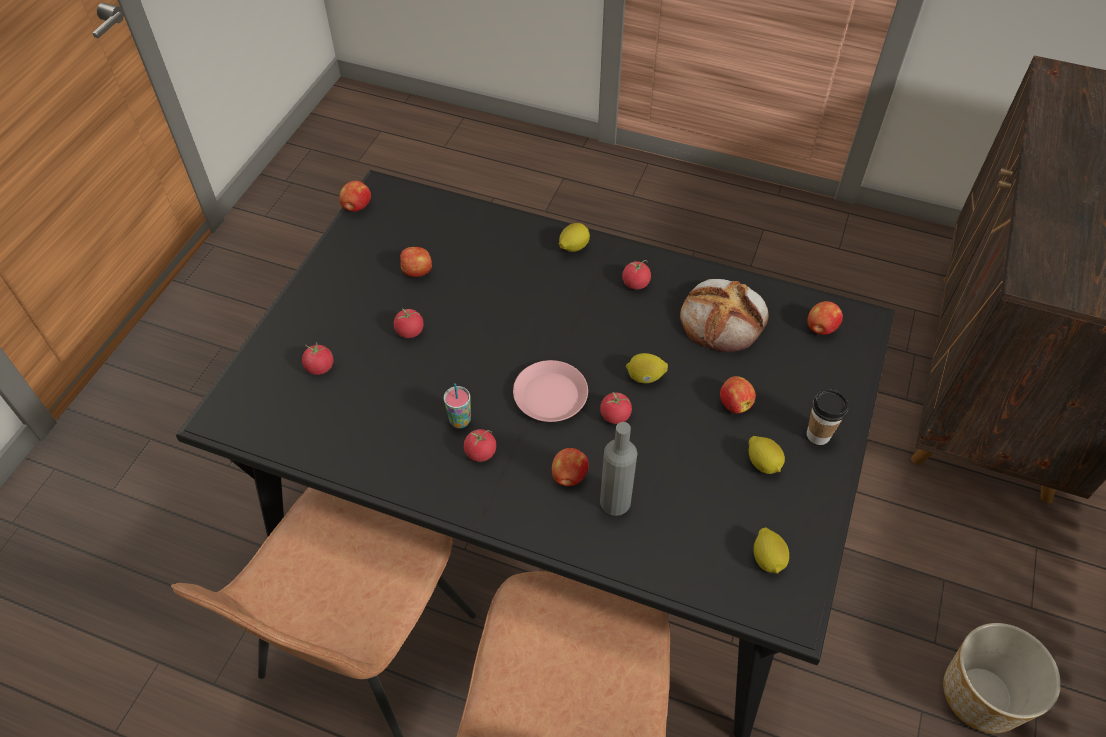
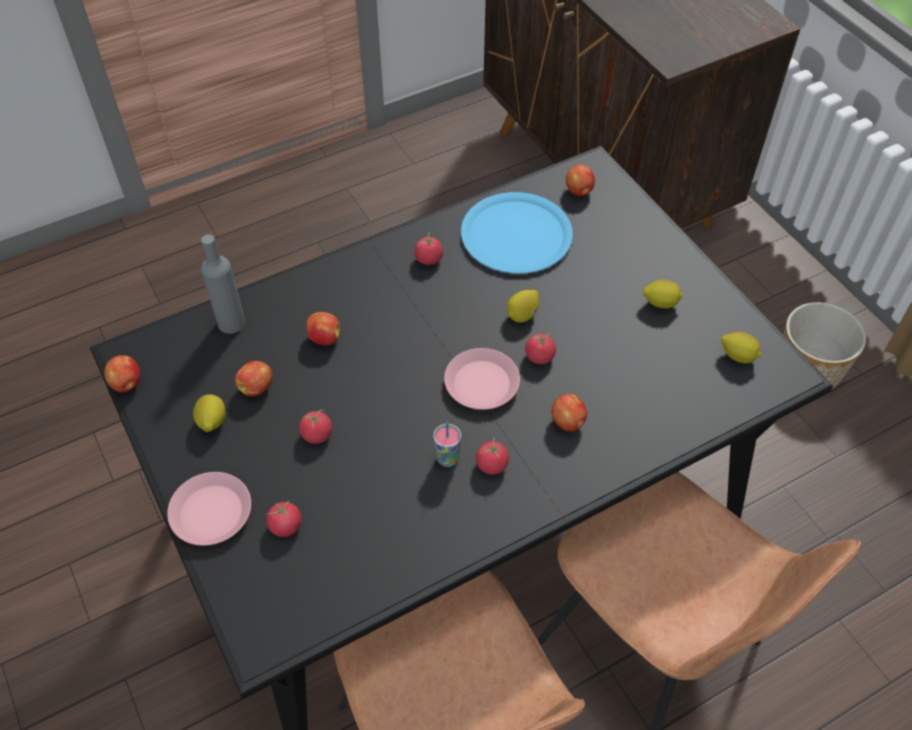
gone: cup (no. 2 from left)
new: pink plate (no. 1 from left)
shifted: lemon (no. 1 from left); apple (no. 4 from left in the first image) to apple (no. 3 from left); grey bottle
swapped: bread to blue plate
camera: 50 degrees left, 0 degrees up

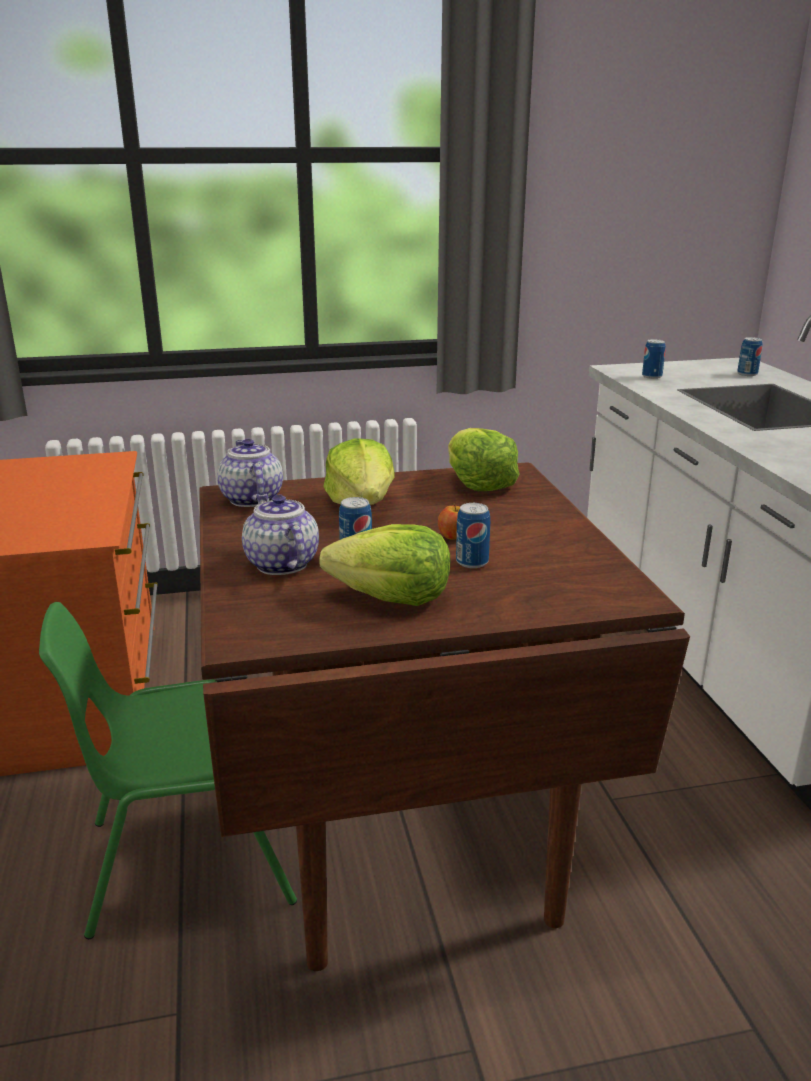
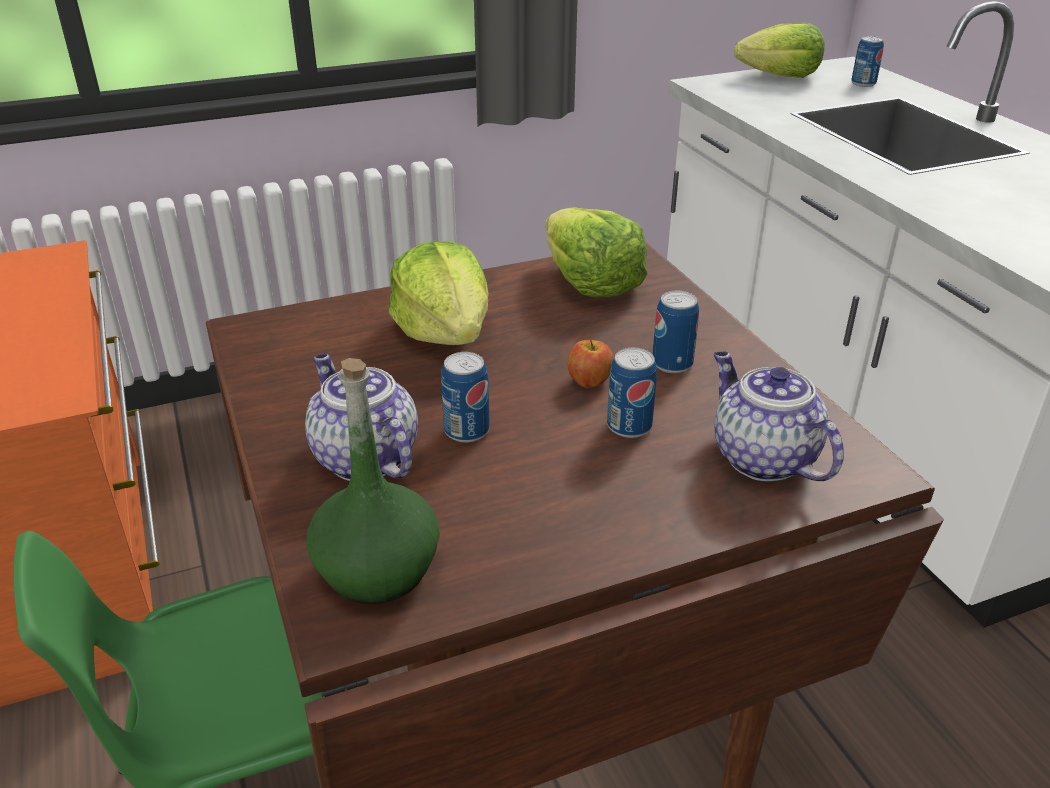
new: green bottle
shifted: can (no. 3 from left); teapot (no. 1 from left in the first image) to teapot (no. 2 from left); lettuce (no. 2 from left in the first image) to lettuce (no. 3 from left)
camera: 10 degrees left, 10 degrees up

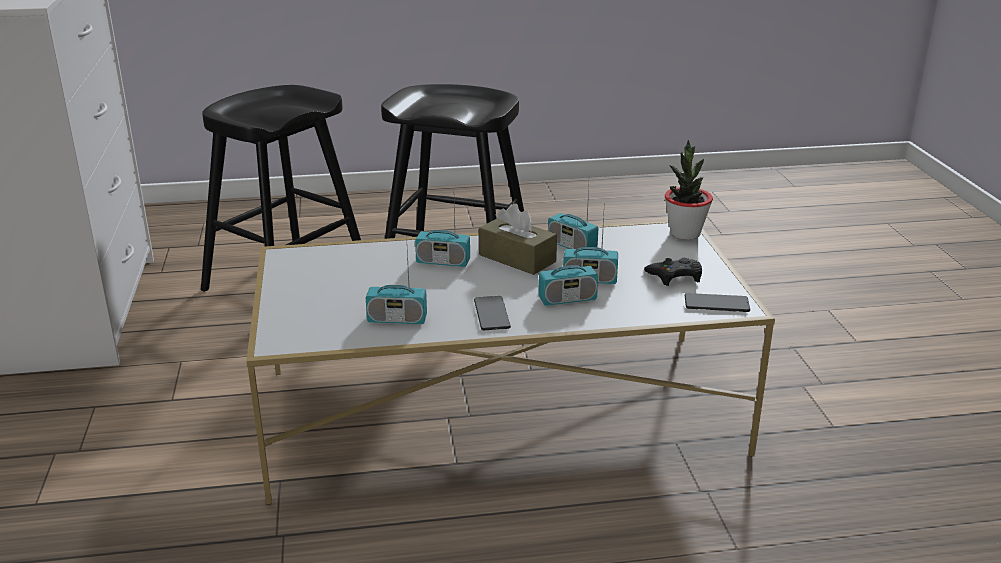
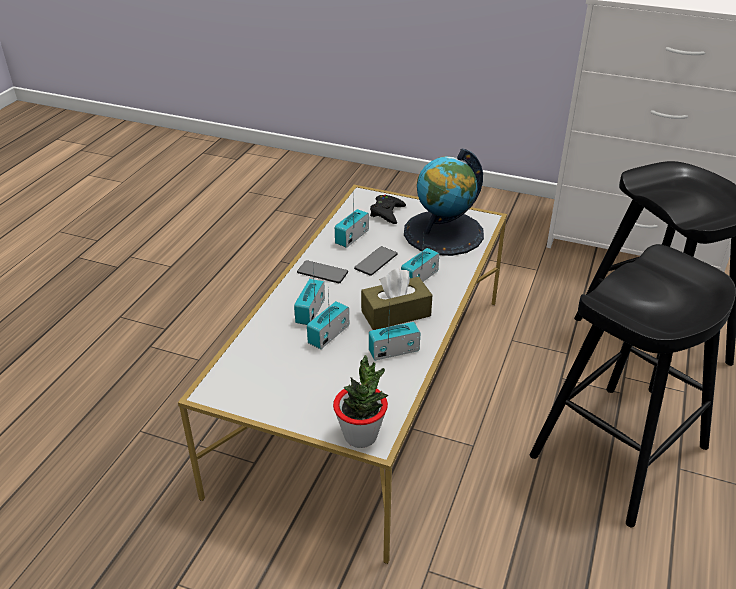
new: globe
shifted: black game controller; phone (no. 2 from left)
camera: 120 degrees right, 10 degrees up

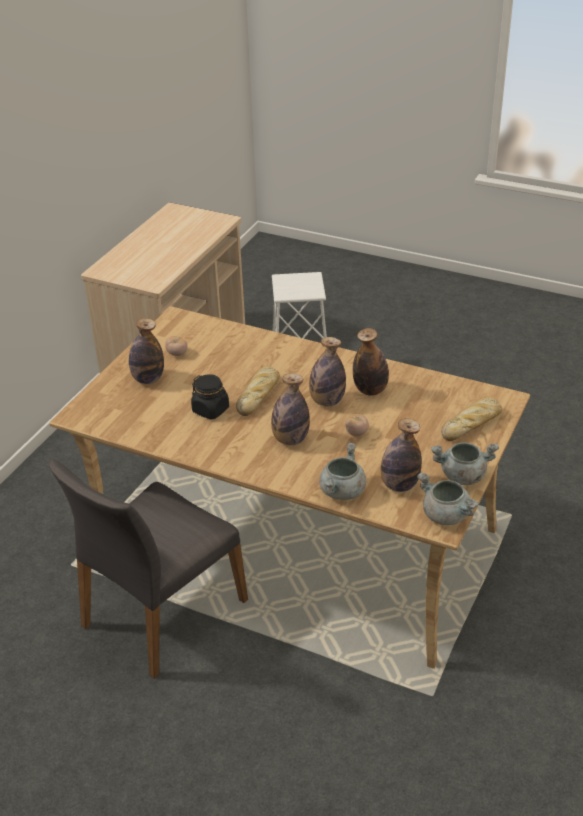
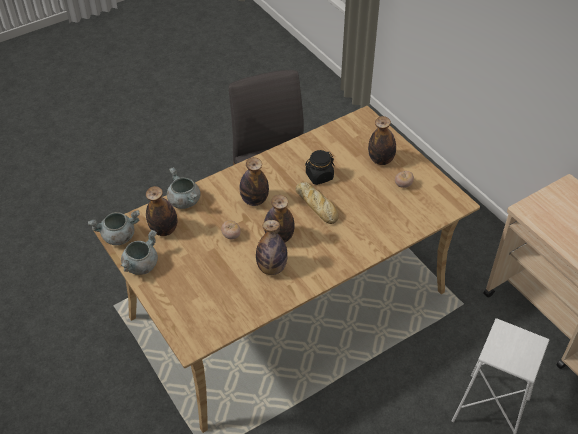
gone: bread (no. 2 from left)
camera: 120 degrees right, 10 degrees up

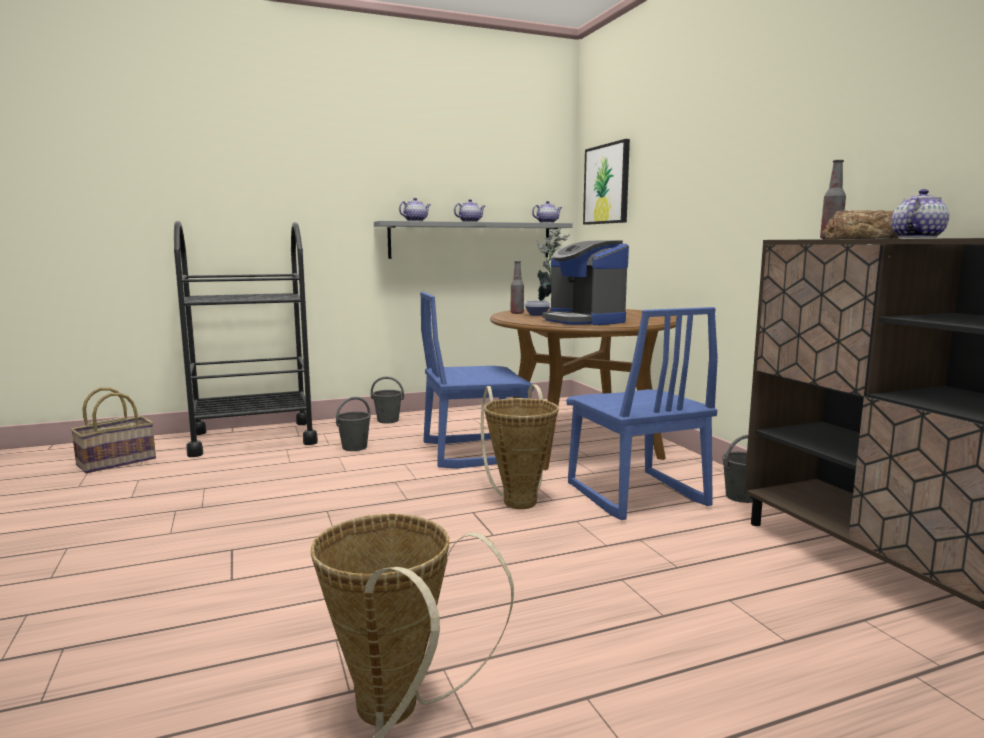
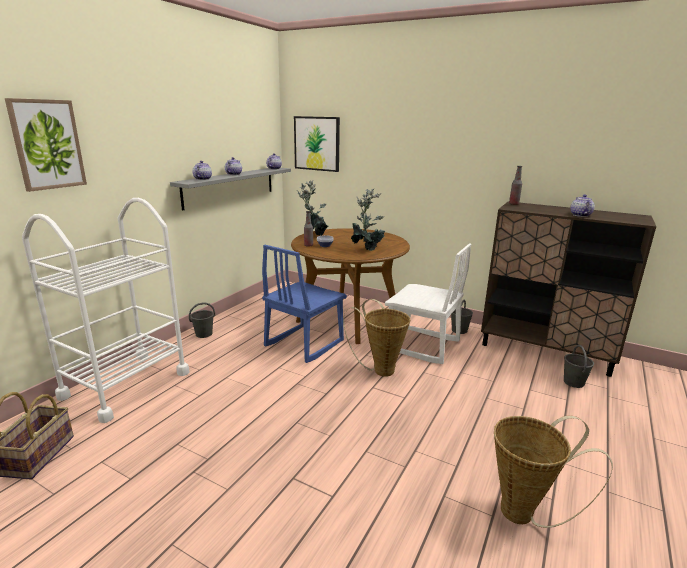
gone: bread
new: picture (no. 1 from left)
shifted: grey bucket (no. 1 from left in the first image) to grey bucket (no. 3 from left)
swapped: coffee machine to potted plant (no. 2 from left)
repainted: black cart to white cart; blue chair (no. 2 from left) to white chair
camera: 40 degrees left, 10 degrees up

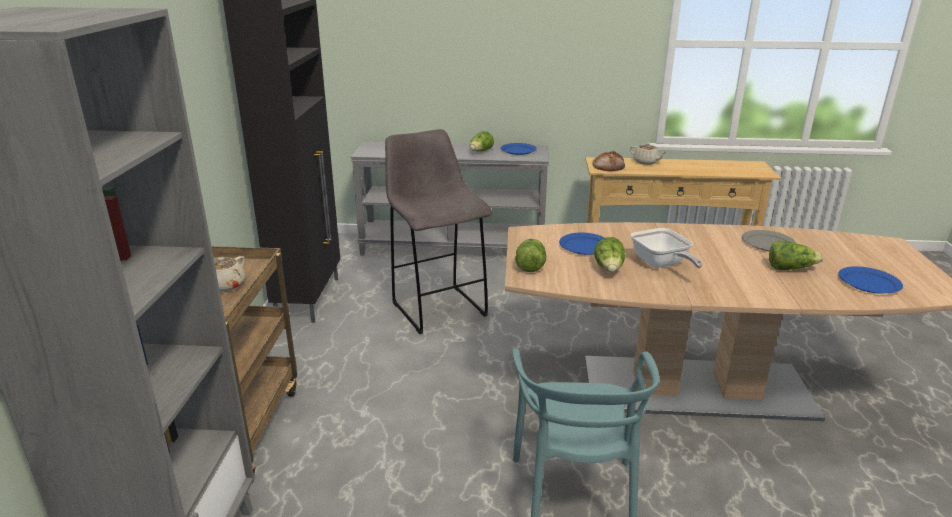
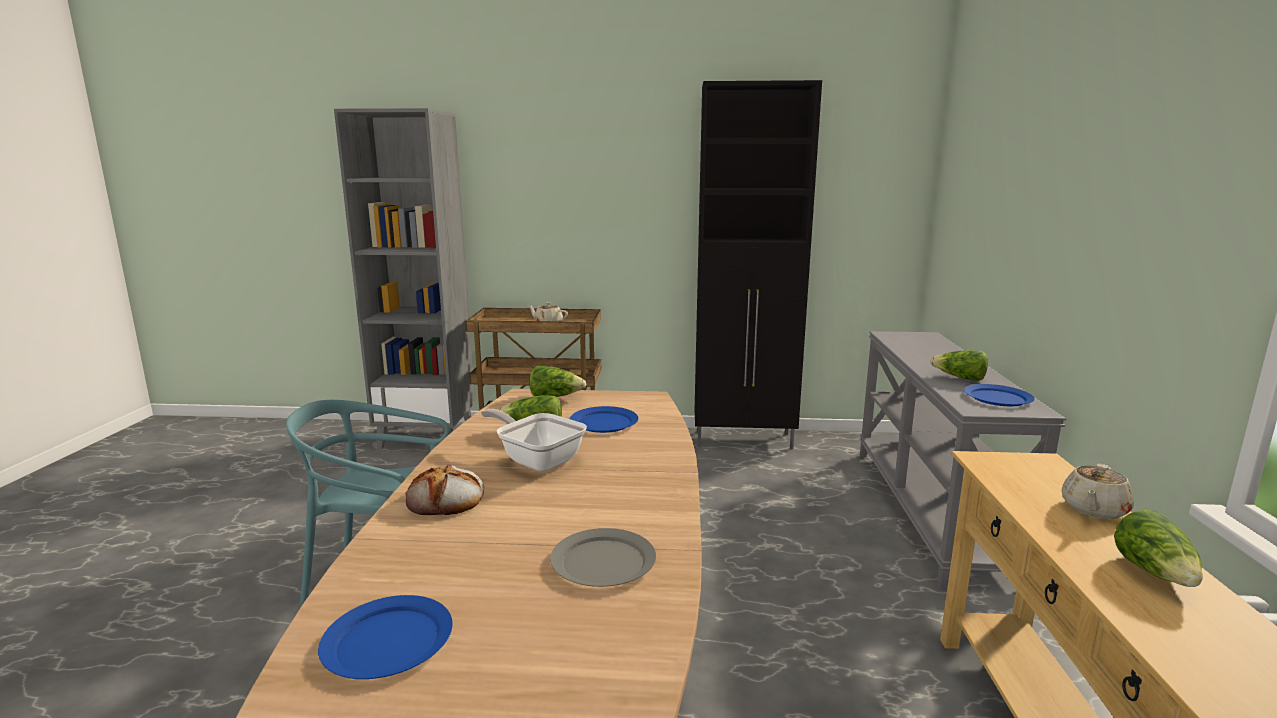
gone: grey stool
shifted: bread; lettuce (no. 4 from left)
rotated: frying pan 60 degrees clockwise
camera: 90 degrees right, 10 degrees down

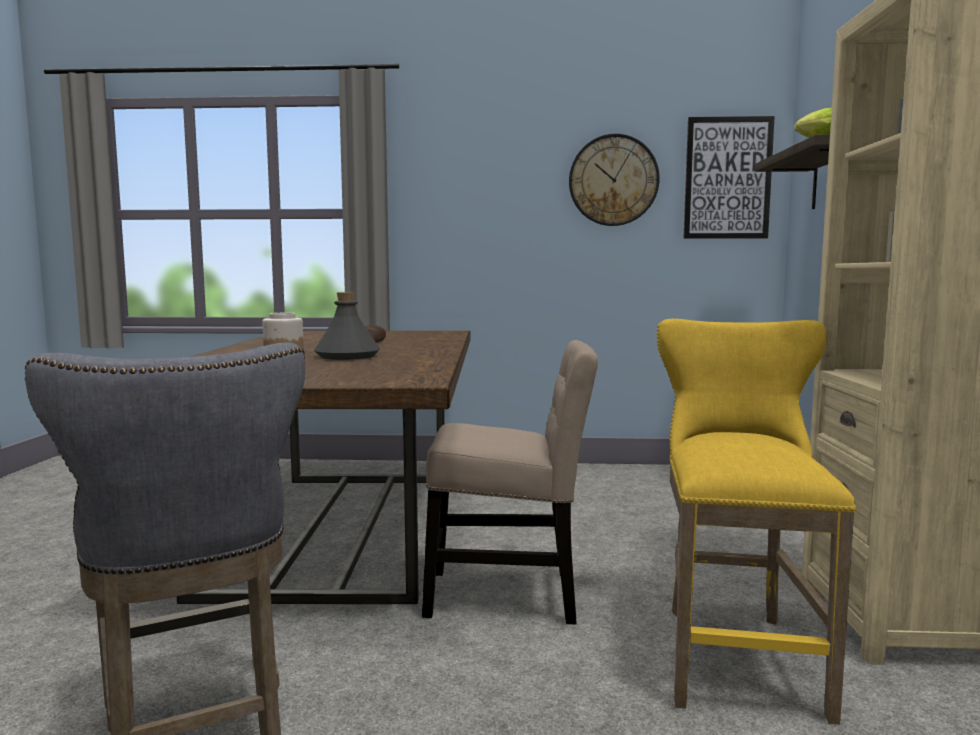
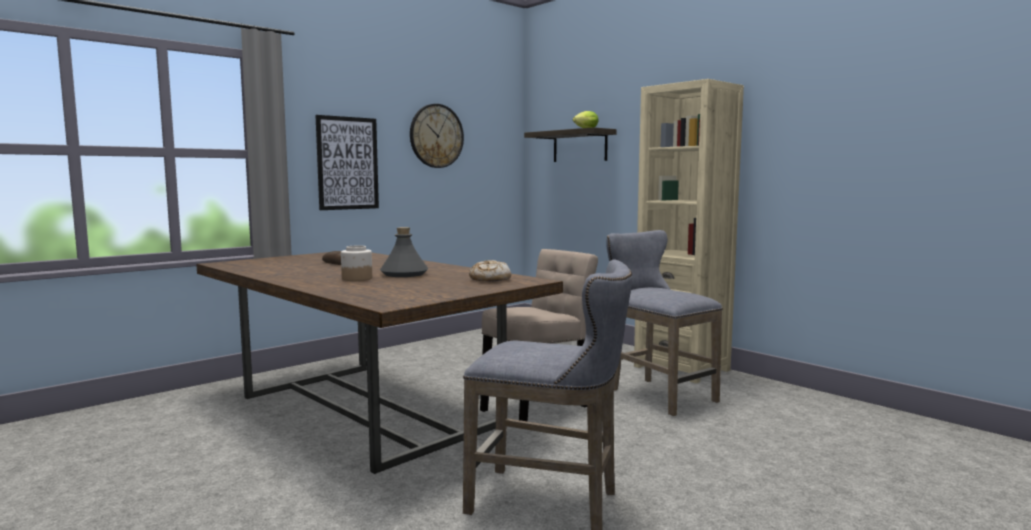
new: bread (no. 2 from left)
shifted: picture
repainted: yellow stool to grey stool (no. 2 from left)
camera: 45 degrees left, 0 degrees up

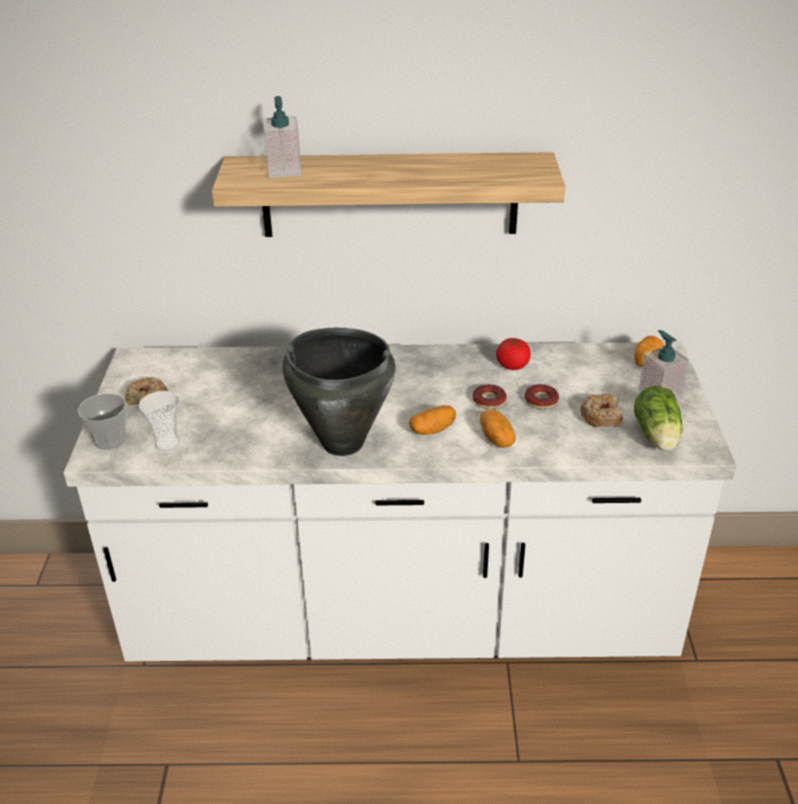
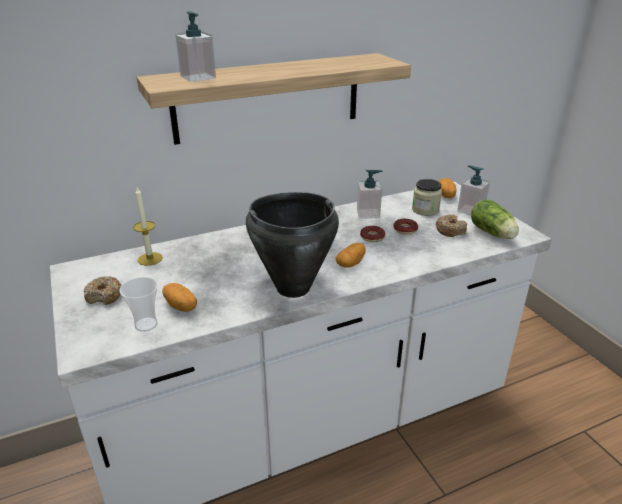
gone: cup (no. 1 from left)
new: jar; candle
shifted: potato (no. 2 from left in the first image) to potato (no. 1 from left)
swapped: tomato to soap dispenser (no. 2 from left)
camera: 25 degrees left, 5 degrees down

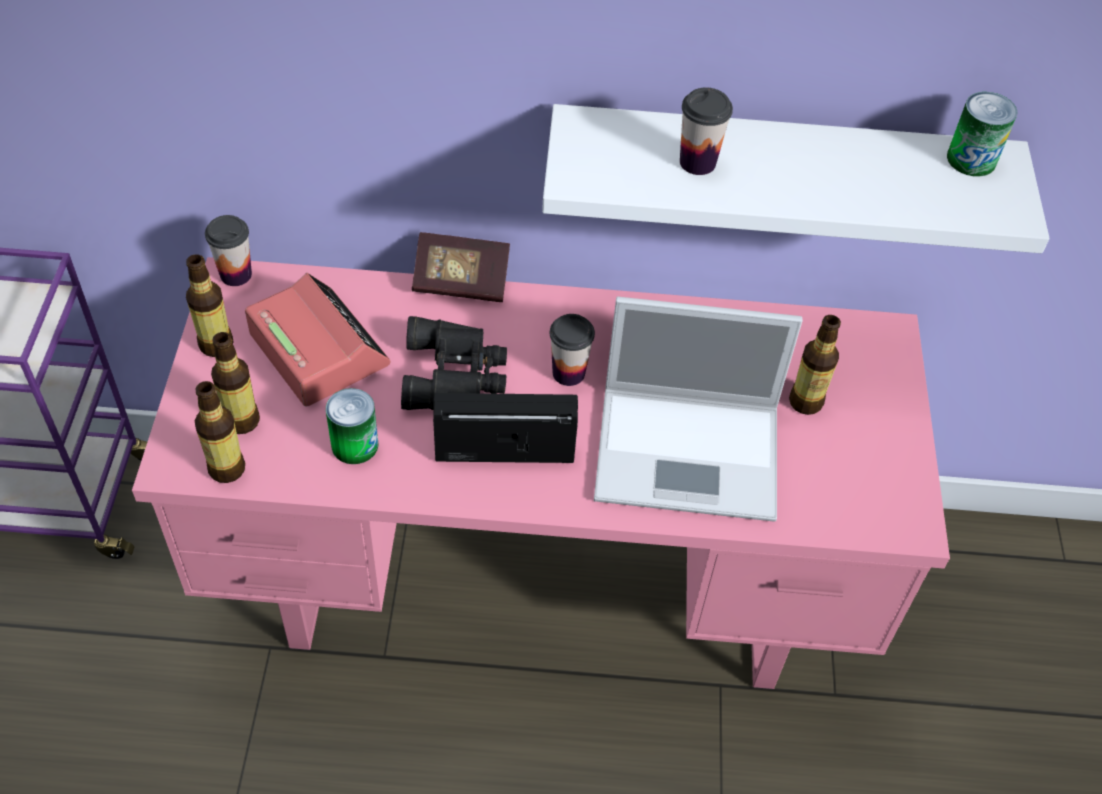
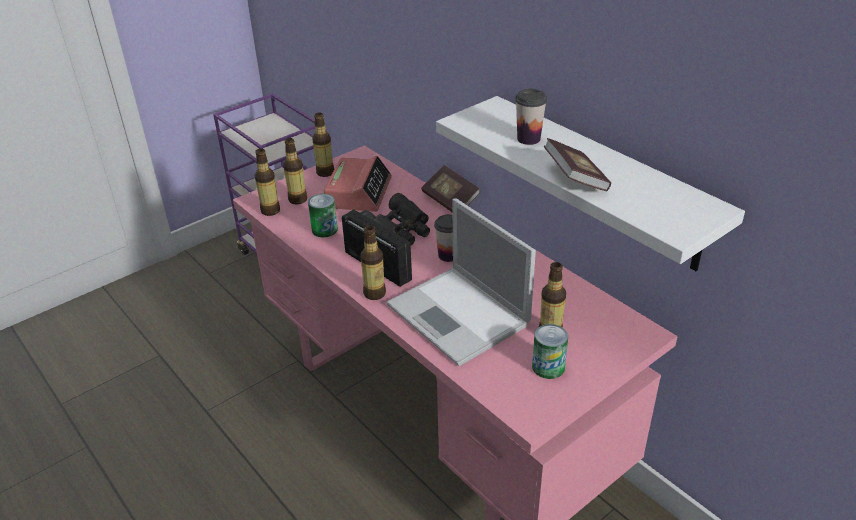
gone: cup (no. 1 from left)
new: book (no. 2 from left); bottle (no. 4 from left)
shifted: can (no. 2 from left)
camera: 50 degrees right, 15 degrees down

